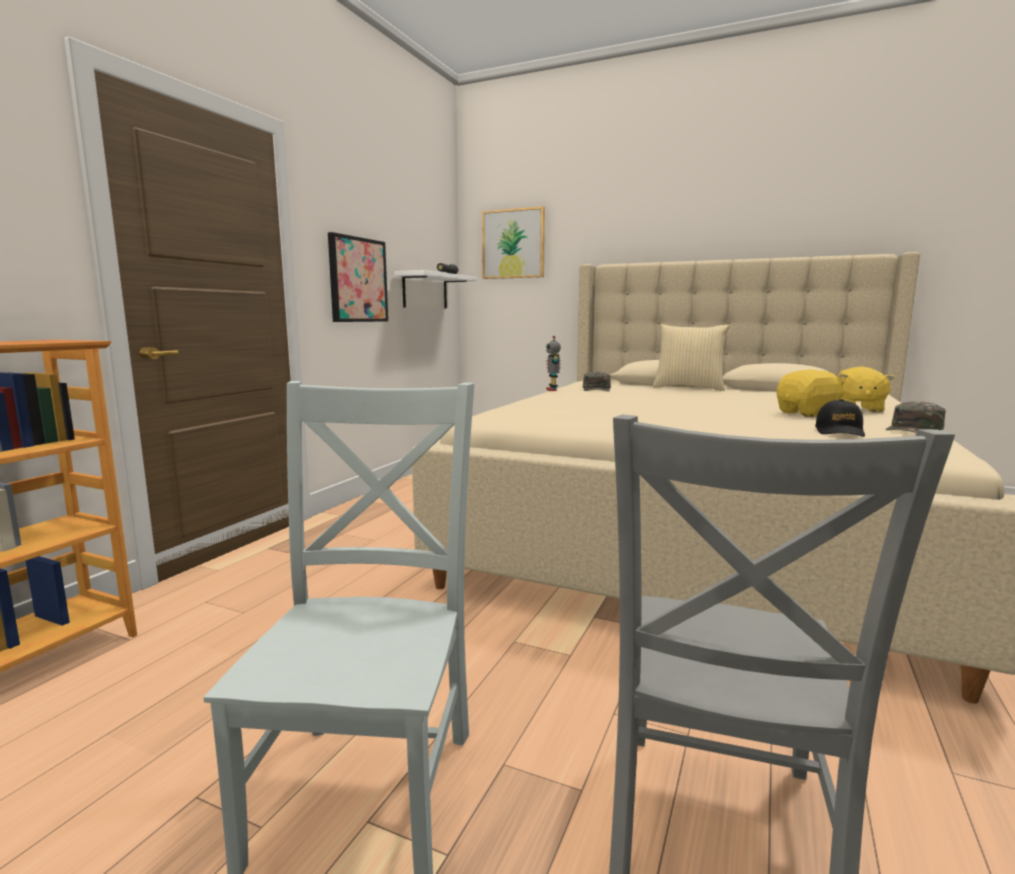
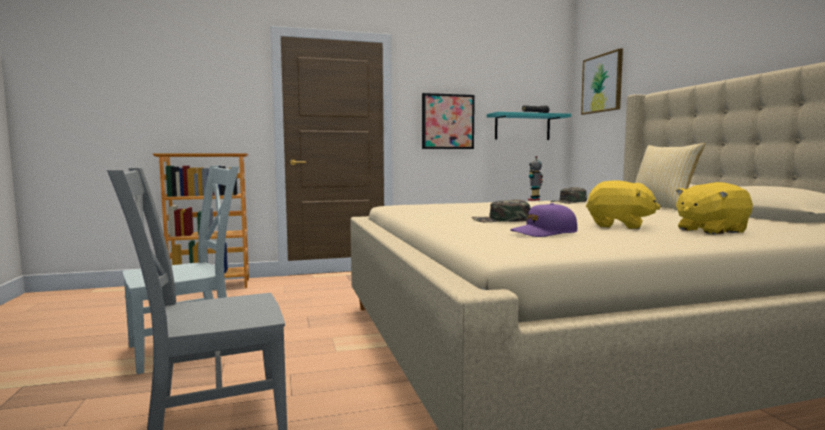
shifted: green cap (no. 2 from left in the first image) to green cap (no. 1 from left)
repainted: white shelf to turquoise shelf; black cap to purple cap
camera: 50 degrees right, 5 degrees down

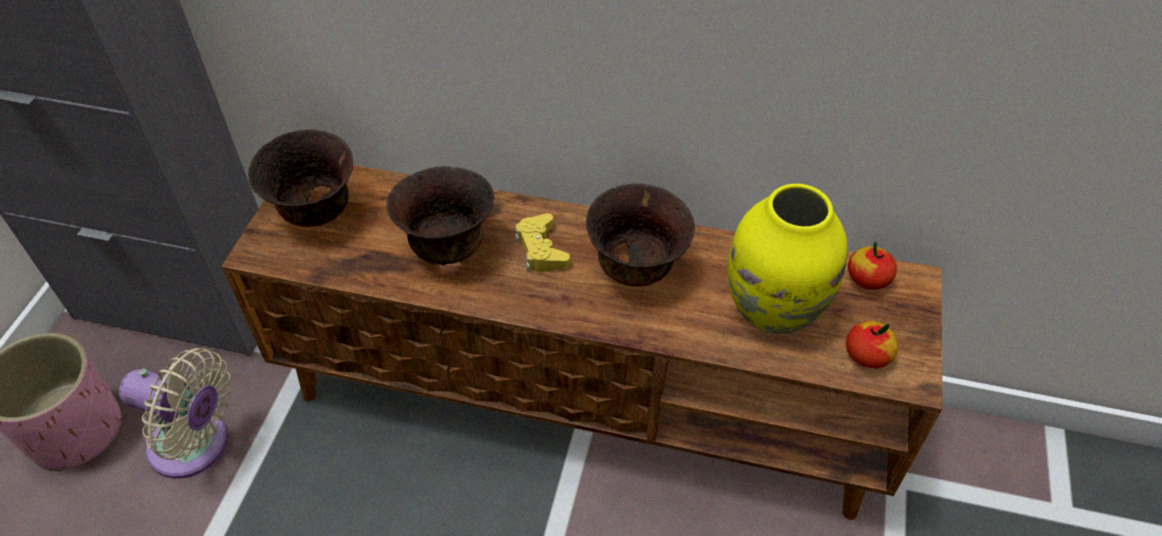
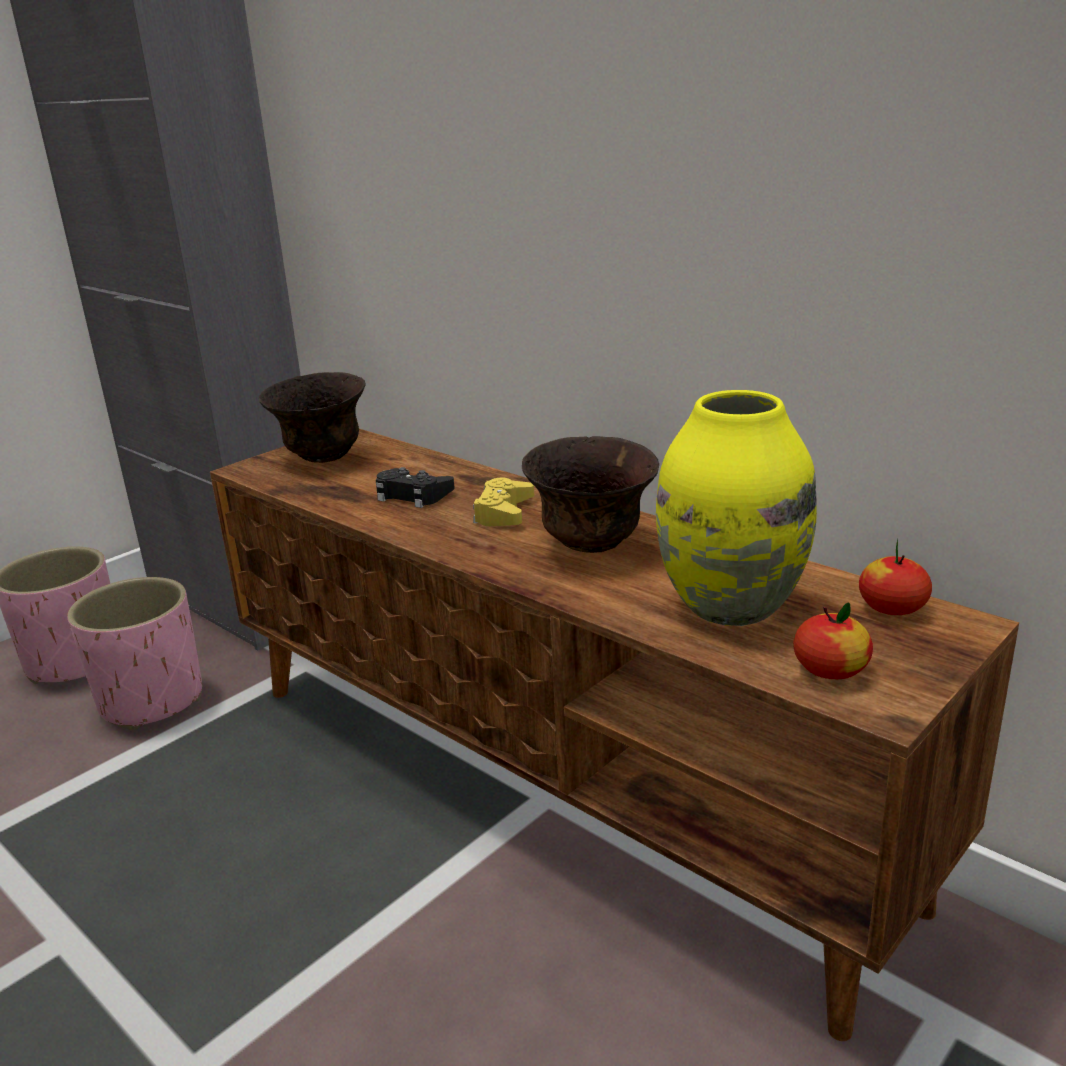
swapped: brown bowl (no. 2 from left) to black game controller; beige fan to pink planter (no. 2 from left)
camera: 30 degrees right, 25 degrees down

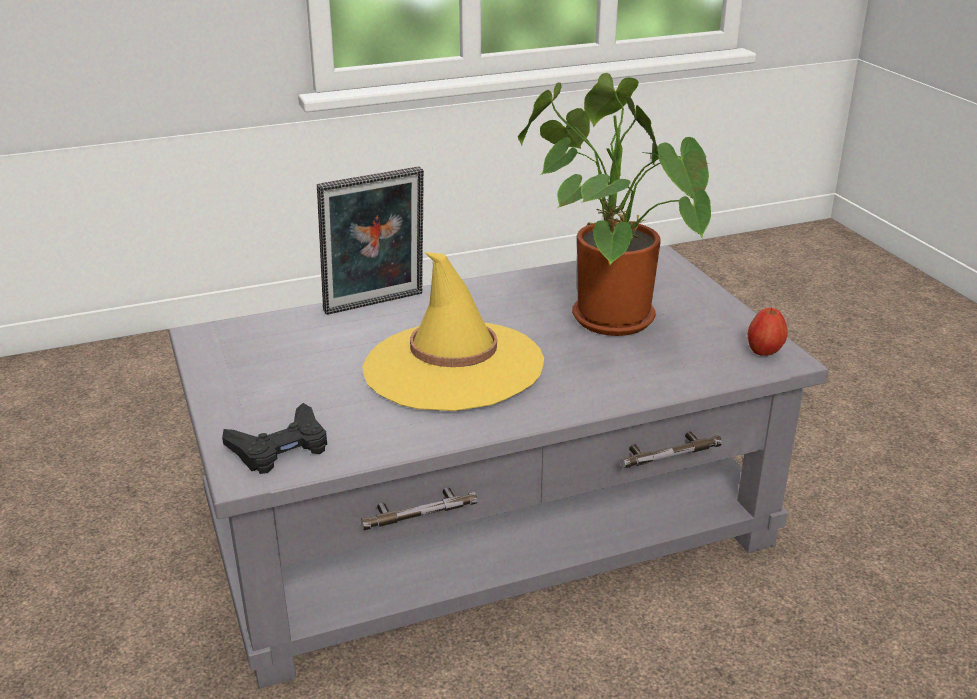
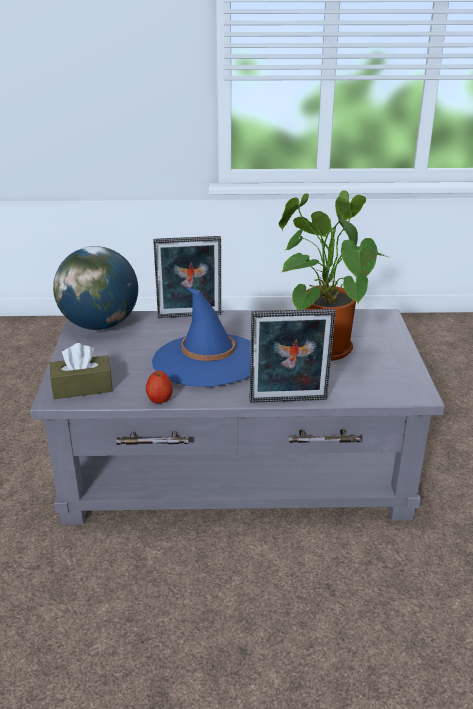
new: globe; picture frame (no. 2 from left)
shifted: apple
swapped: black game controller to brown tissue box
repainted: yellow hat to blue hat
camera: 20 degrees right, 0 degrees up

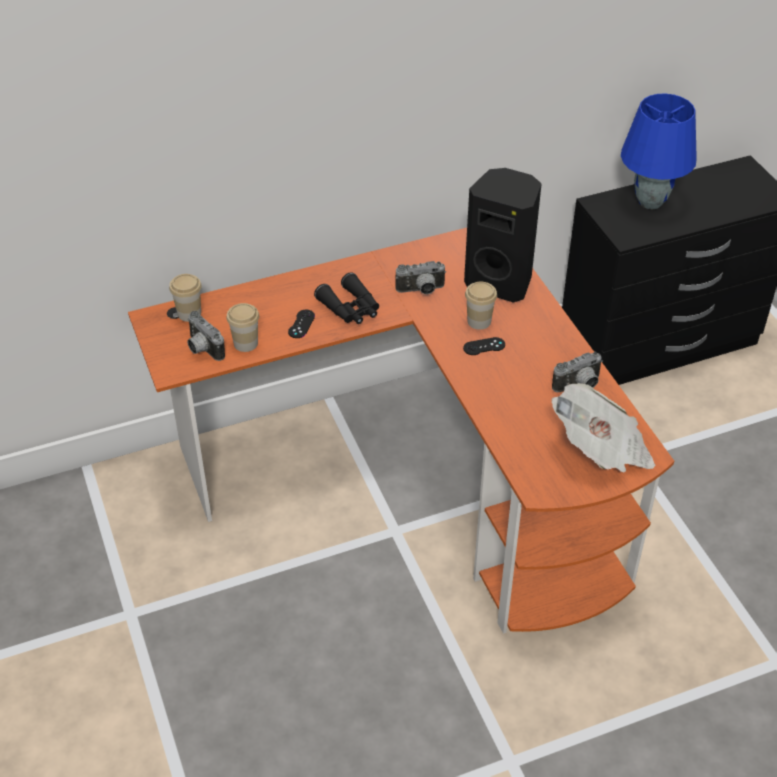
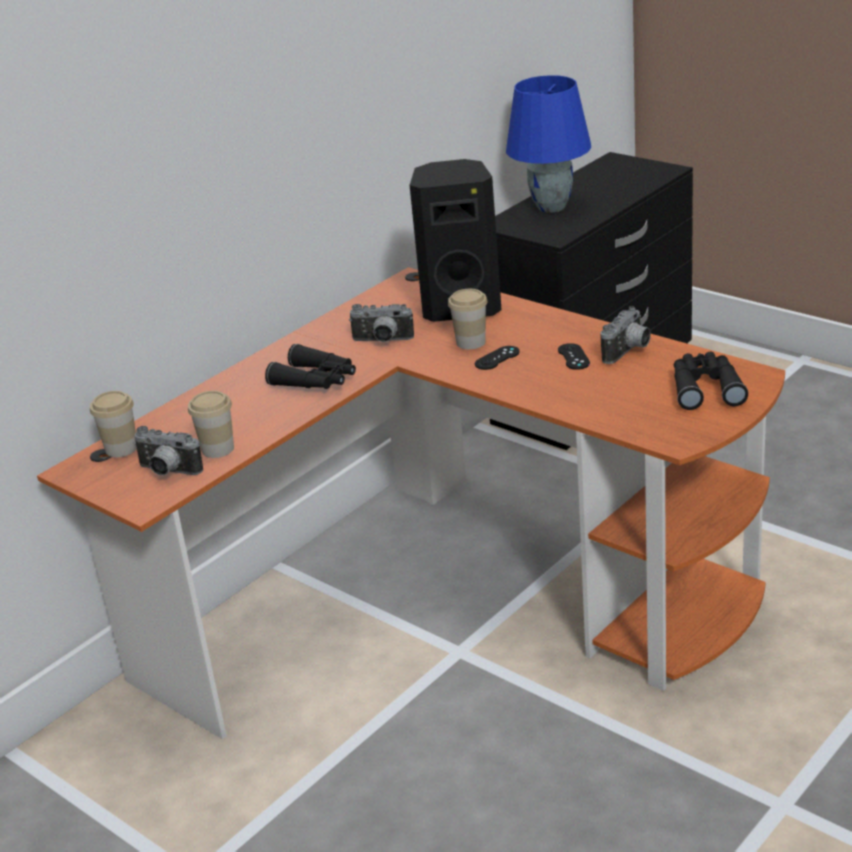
shifted: black game controller (no. 1 from left in the first image) to black game controller (no. 2 from left)
swapped: newspaper to black binoculars (no. 2 from left)
rotated: photo camera (no. 2 from left) 45 degrees clockwise
camera: 25 degrees left, 15 degrees down

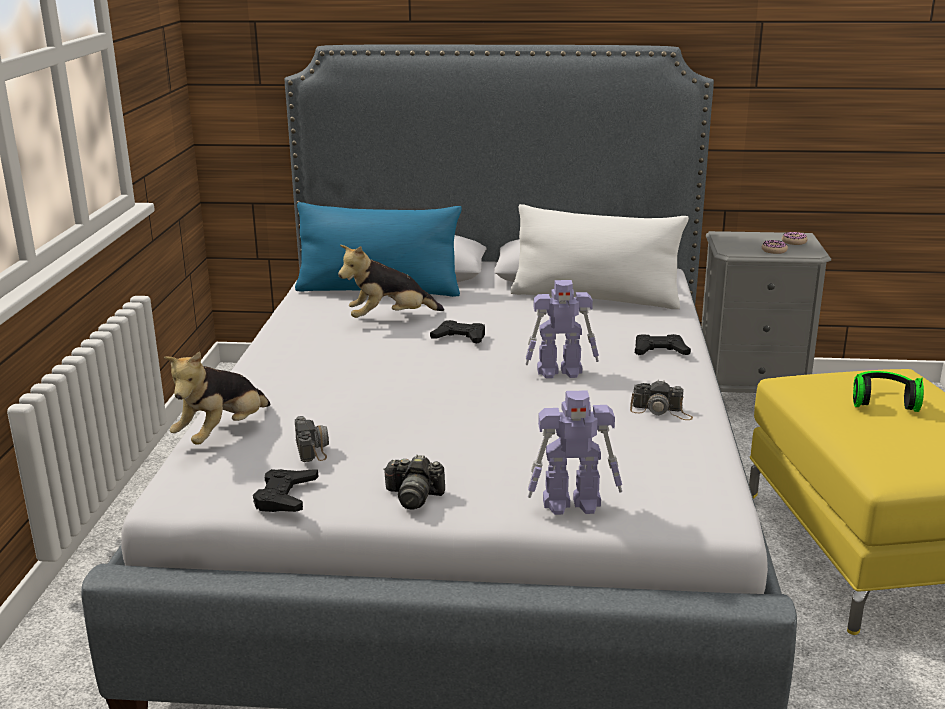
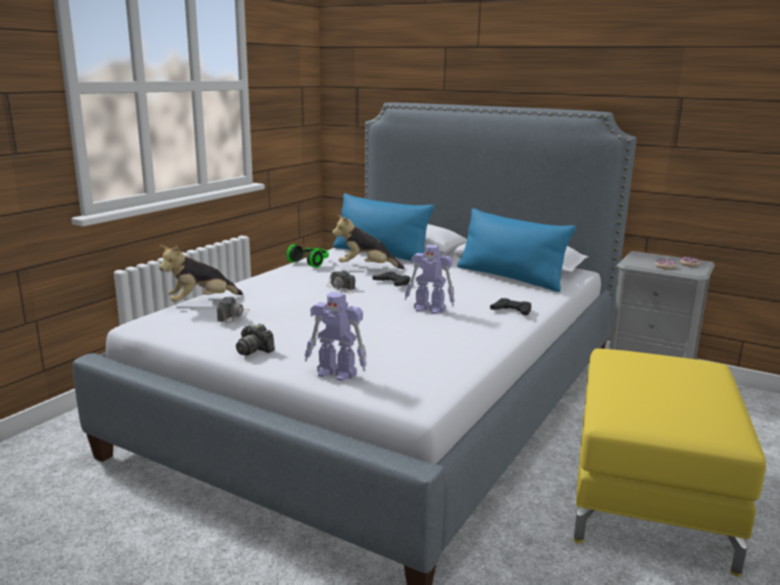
gone: black game controller (no. 1 from left)
shifted: headphones; photo camera (no. 3 from left)
repainted: white pillow to blue pillow (no. 2 from left)
camera: 25 degrees right, 5 degrees down

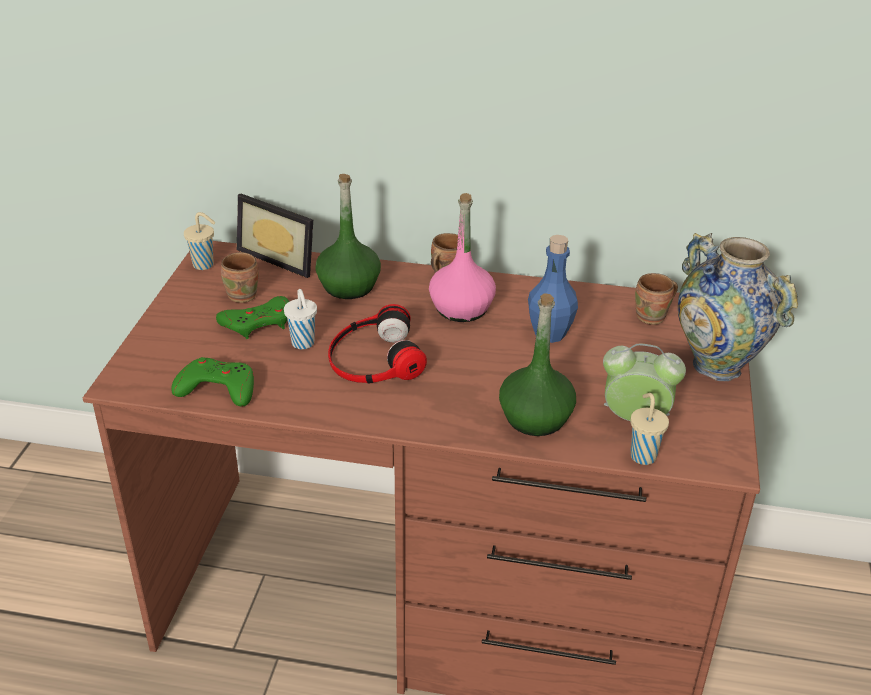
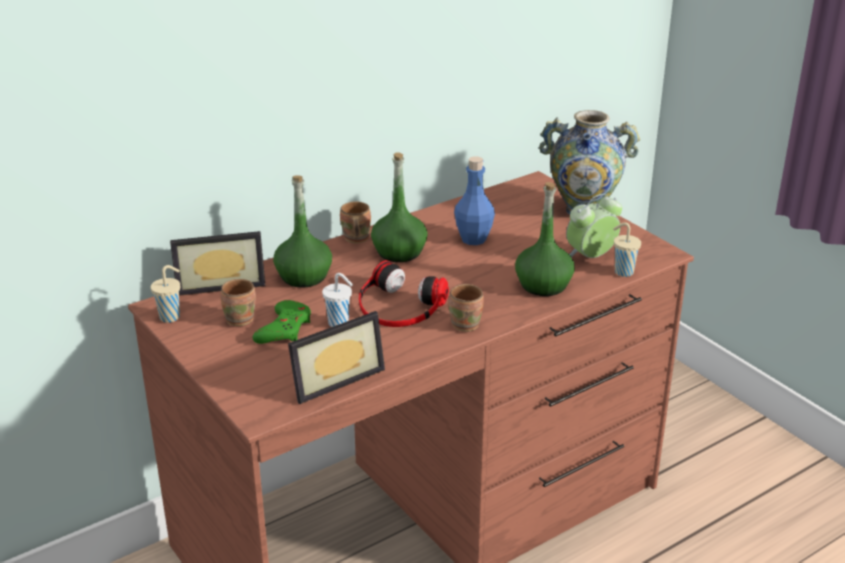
shifted: brown mug (no. 3 from left)
swapped: green game controller (no. 1 from left) to picture frame (no. 2 from left)
repainted: pink bottle to green bottle (no. 2 from left)
camera: 45 degrees left, 5 degrees down

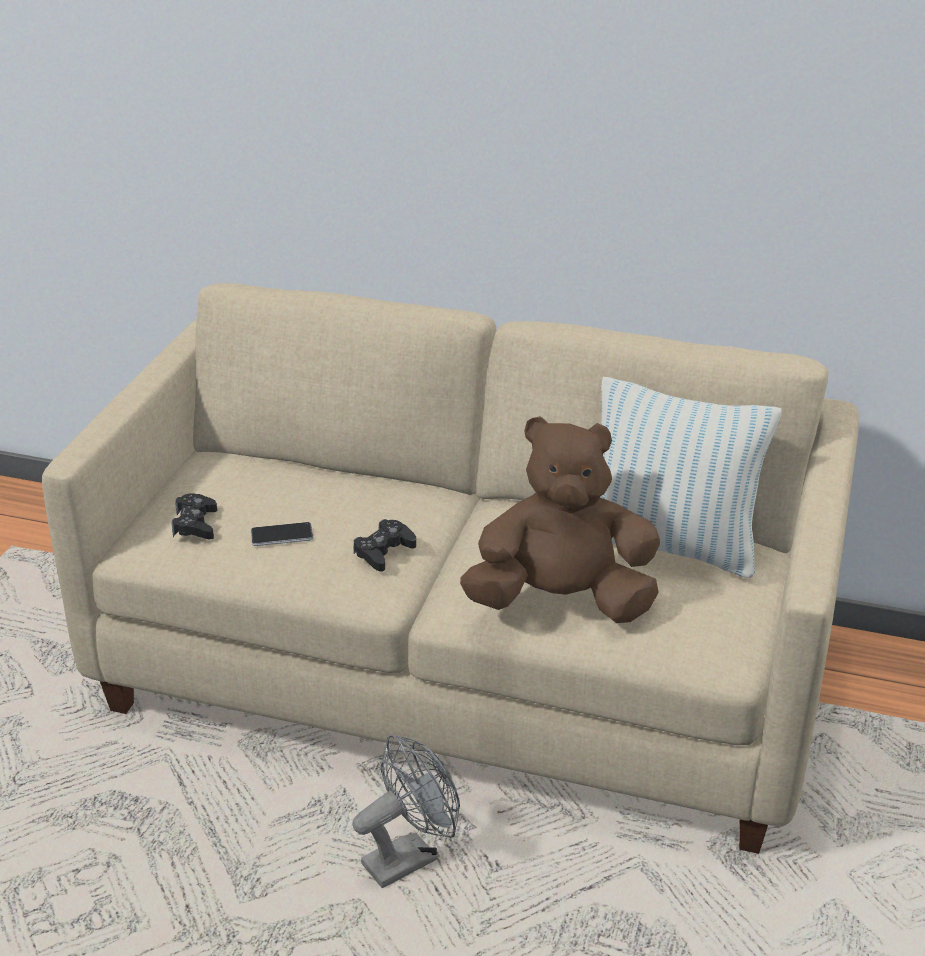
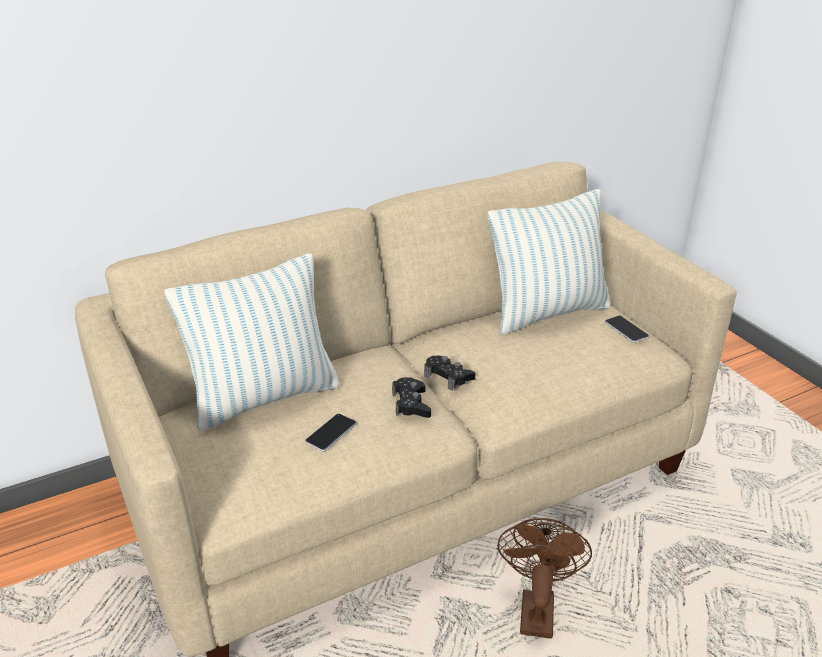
gone: brown plush toy
new: pillow (no. 1 from left); phone (no. 2 from left)
shifted: black game controller (no. 1 from left in the first image) to black game controller (no. 2 from left)
repainted: grey fan to brown fan
camera: 45 degrees left, 0 degrees up

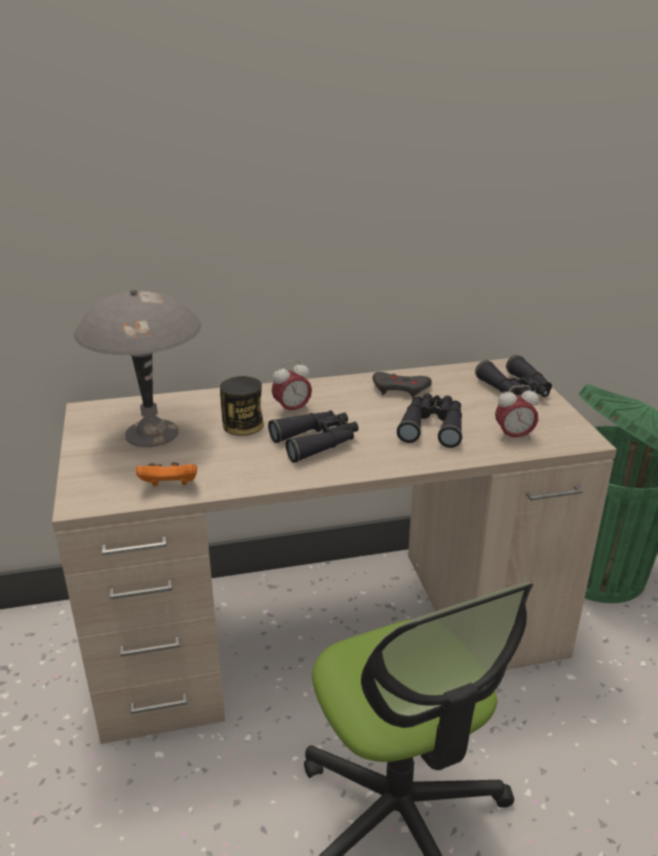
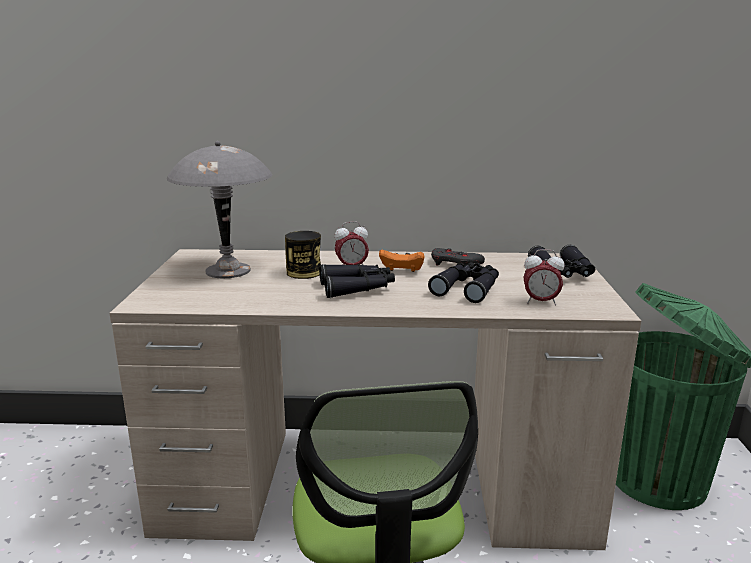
shifted: orange game controller
camera: 15 degrees right, 10 degrees down

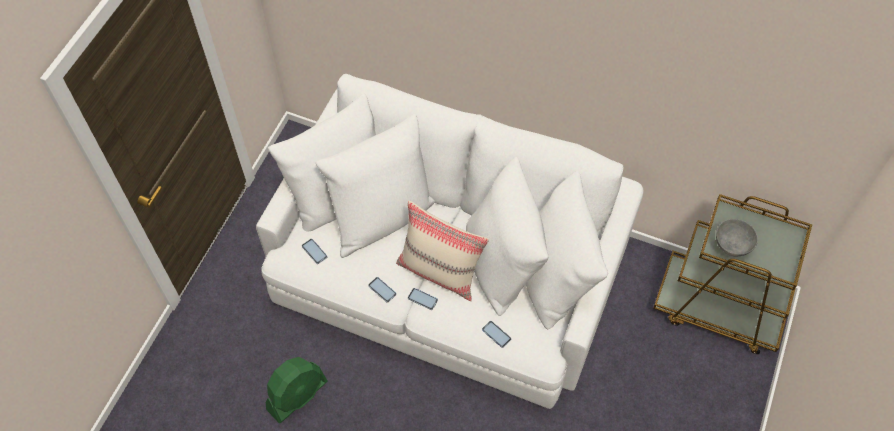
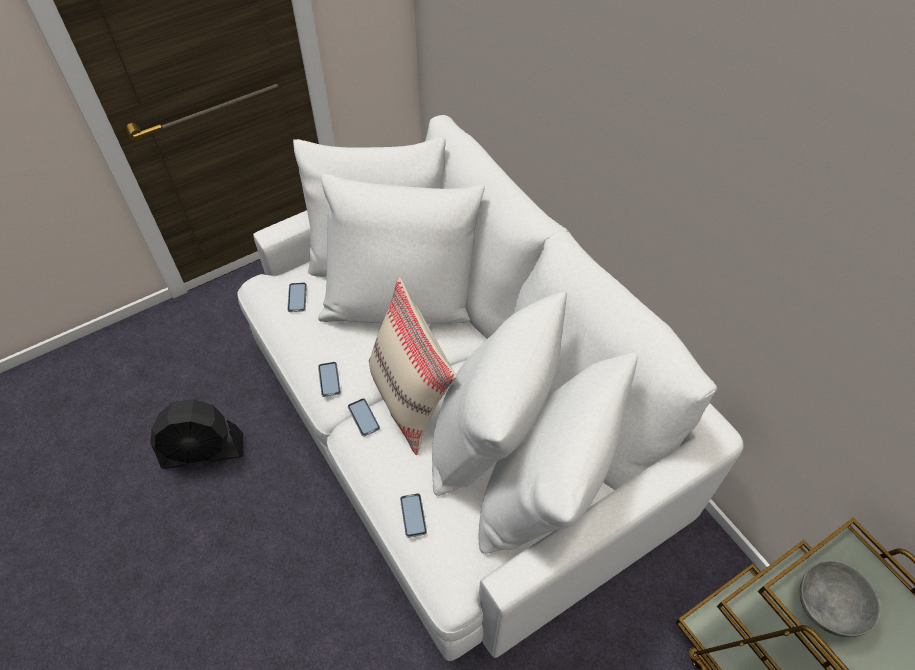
repainted: green fan to black fan
camera: 35 degrees right, 5 degrees down

